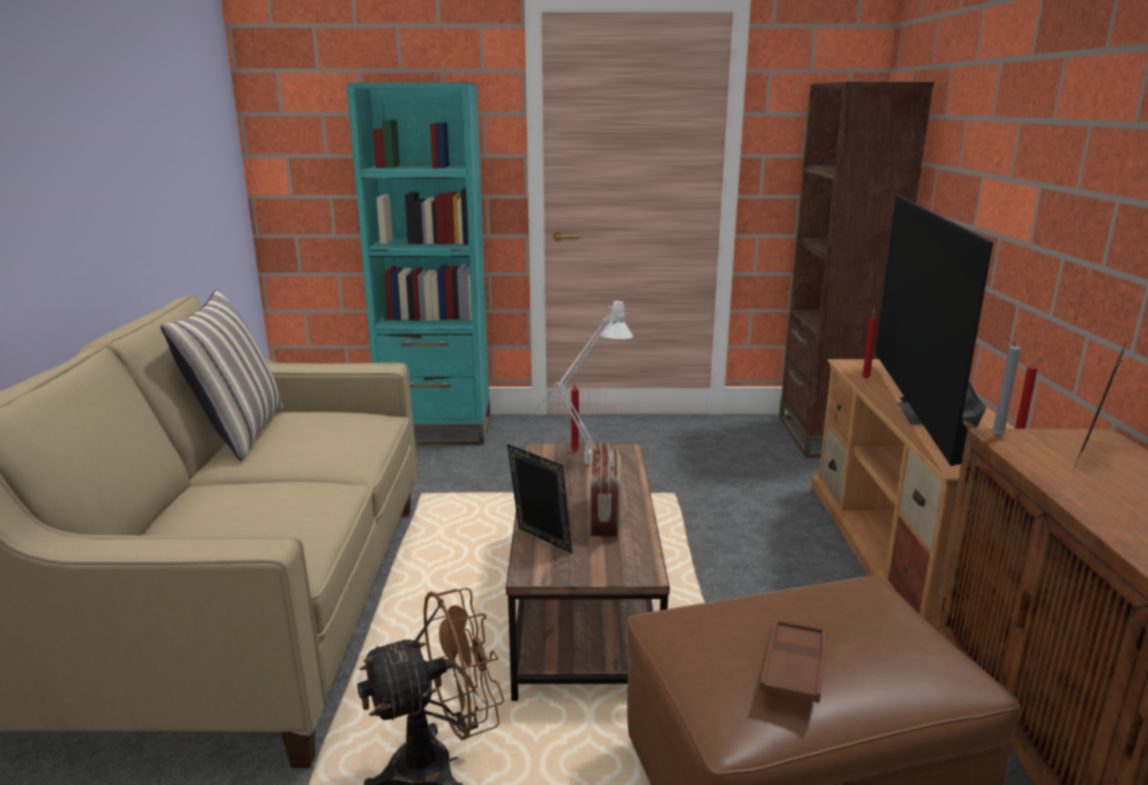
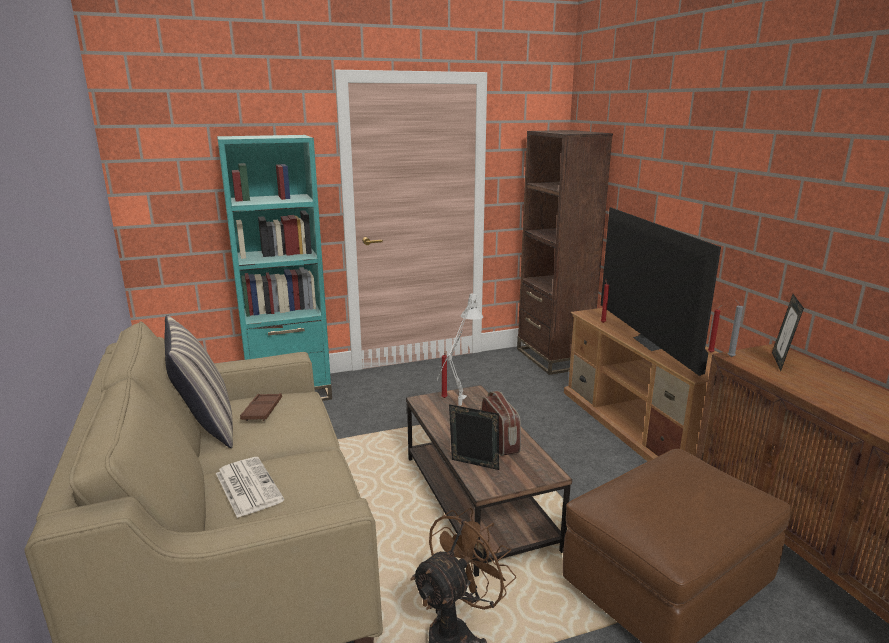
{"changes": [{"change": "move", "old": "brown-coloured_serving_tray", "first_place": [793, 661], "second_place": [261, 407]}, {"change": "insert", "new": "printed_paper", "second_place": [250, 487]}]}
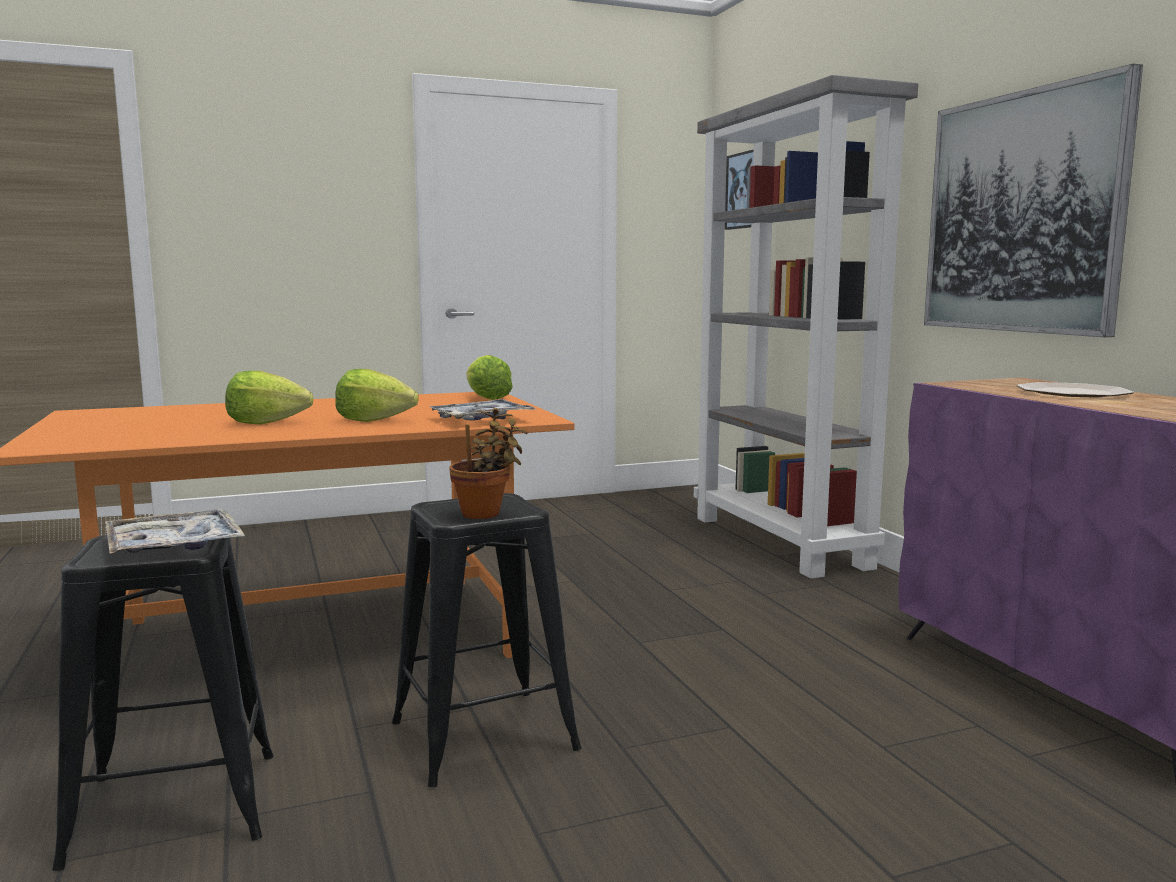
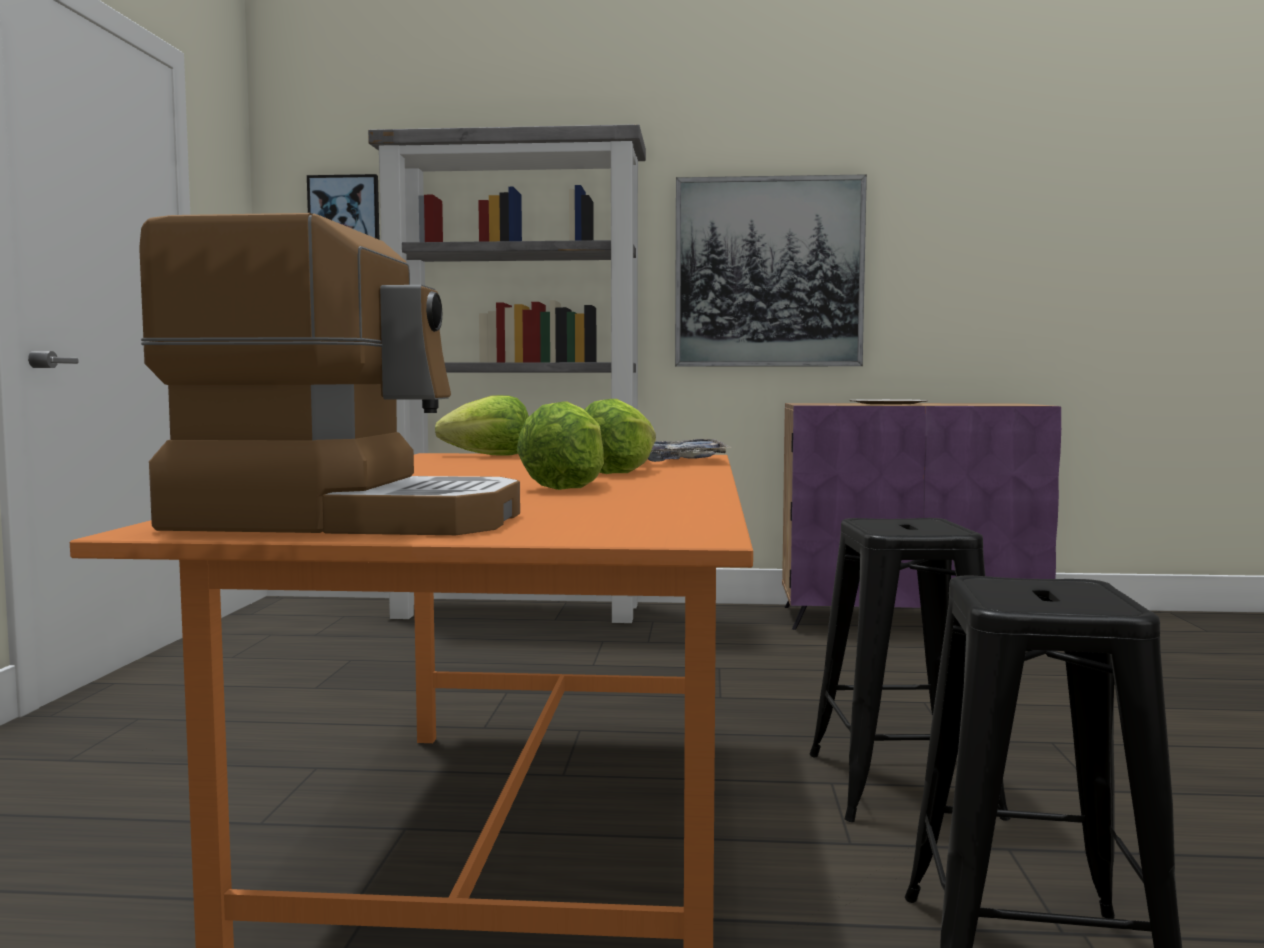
{"changes": [{"change": "delete", "old": "serving_tray", "first_place": [175, 531]}, {"change": "delete", "old": "plant_in_a_pot", "first_place": [488, 463]}, {"change": "insert", "new": "coffee_machine", "second_place": [329, 374]}]}
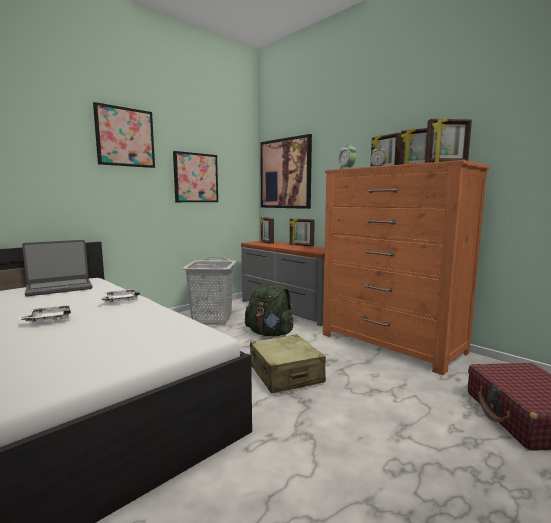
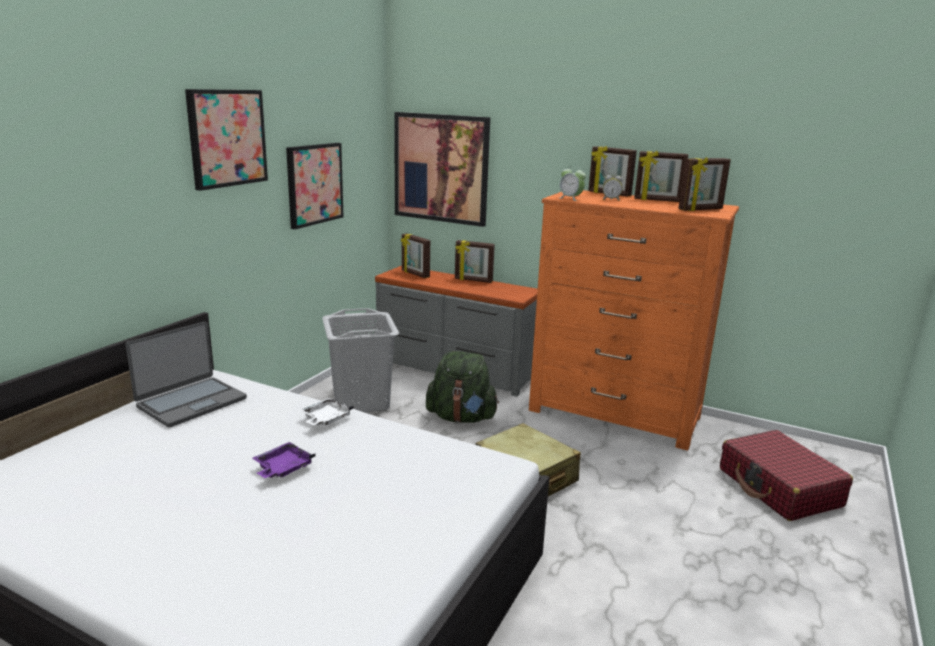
{"changes": [{"change": "recolor", "old": "white-coloured_serving_tray", "new": "purple-coloured_serving_tray", "first_place": [44, 314], "second_place": [283, 460]}]}
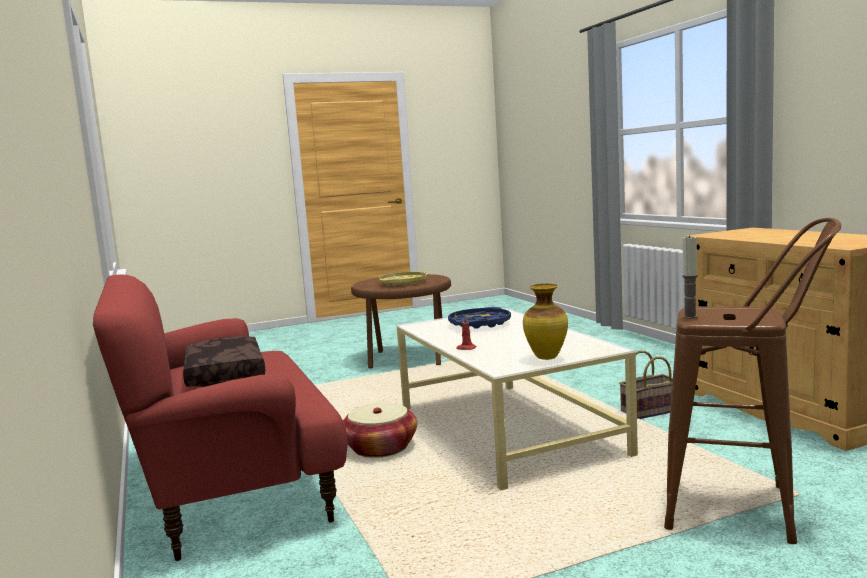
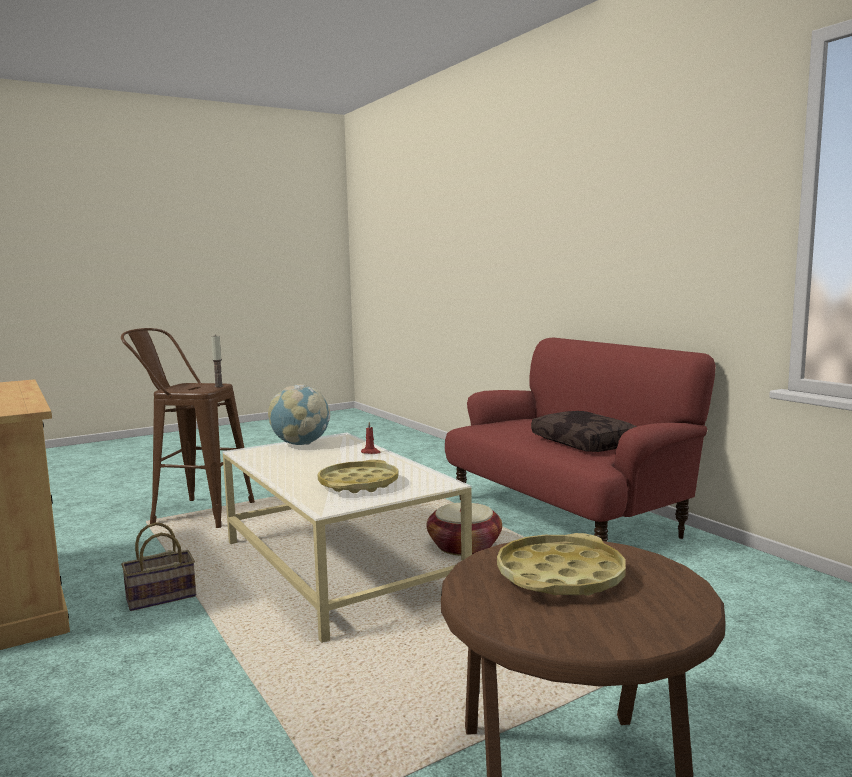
{"changes": [{"change": "recolor", "old": "blue-coloured_serving_tray", "new": "yellow-coloured_serving_tray", "first_place": [479, 318], "second_place": [358, 476]}, {"change": "replace", "old": "vase", "new": "globe", "first_place": [545, 322], "second_place": [299, 414]}]}
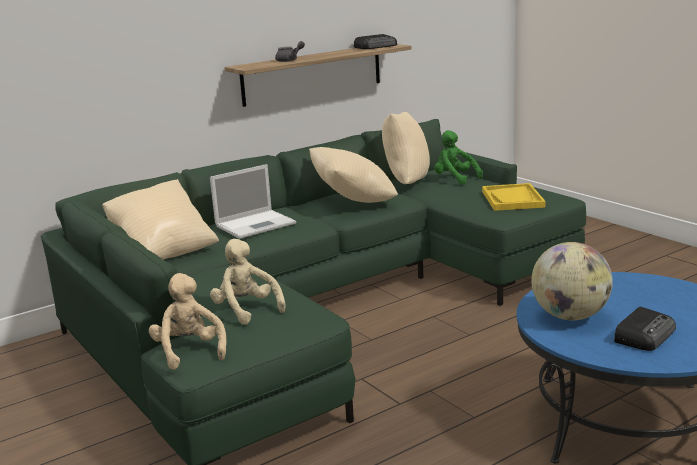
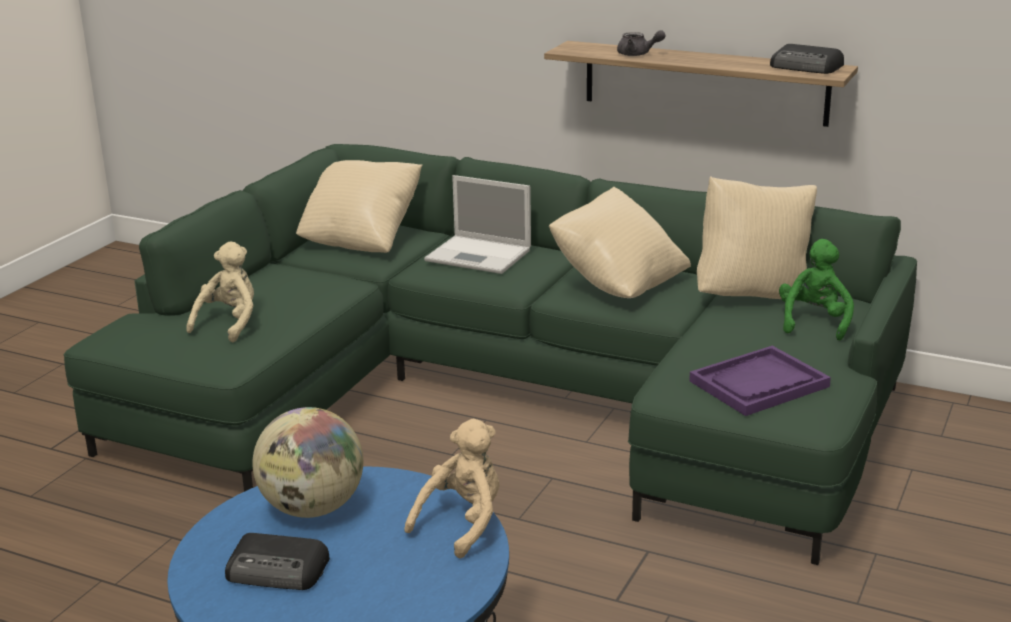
{"changes": [{"change": "move", "old": "beige-coloured_plush_toy", "first_place": [188, 321], "second_place": [451, 488]}, {"change": "recolor", "old": "yellow-coloured_serving_tray", "new": "purple-coloured_serving_tray", "first_place": [514, 197], "second_place": [760, 381]}]}
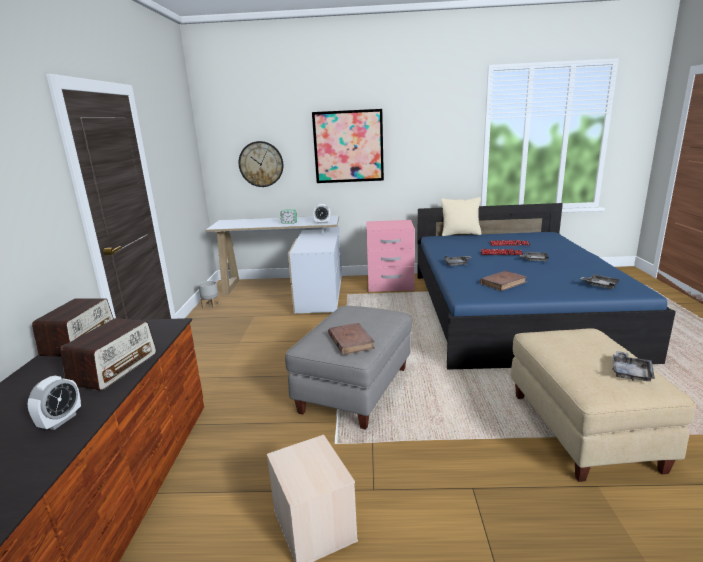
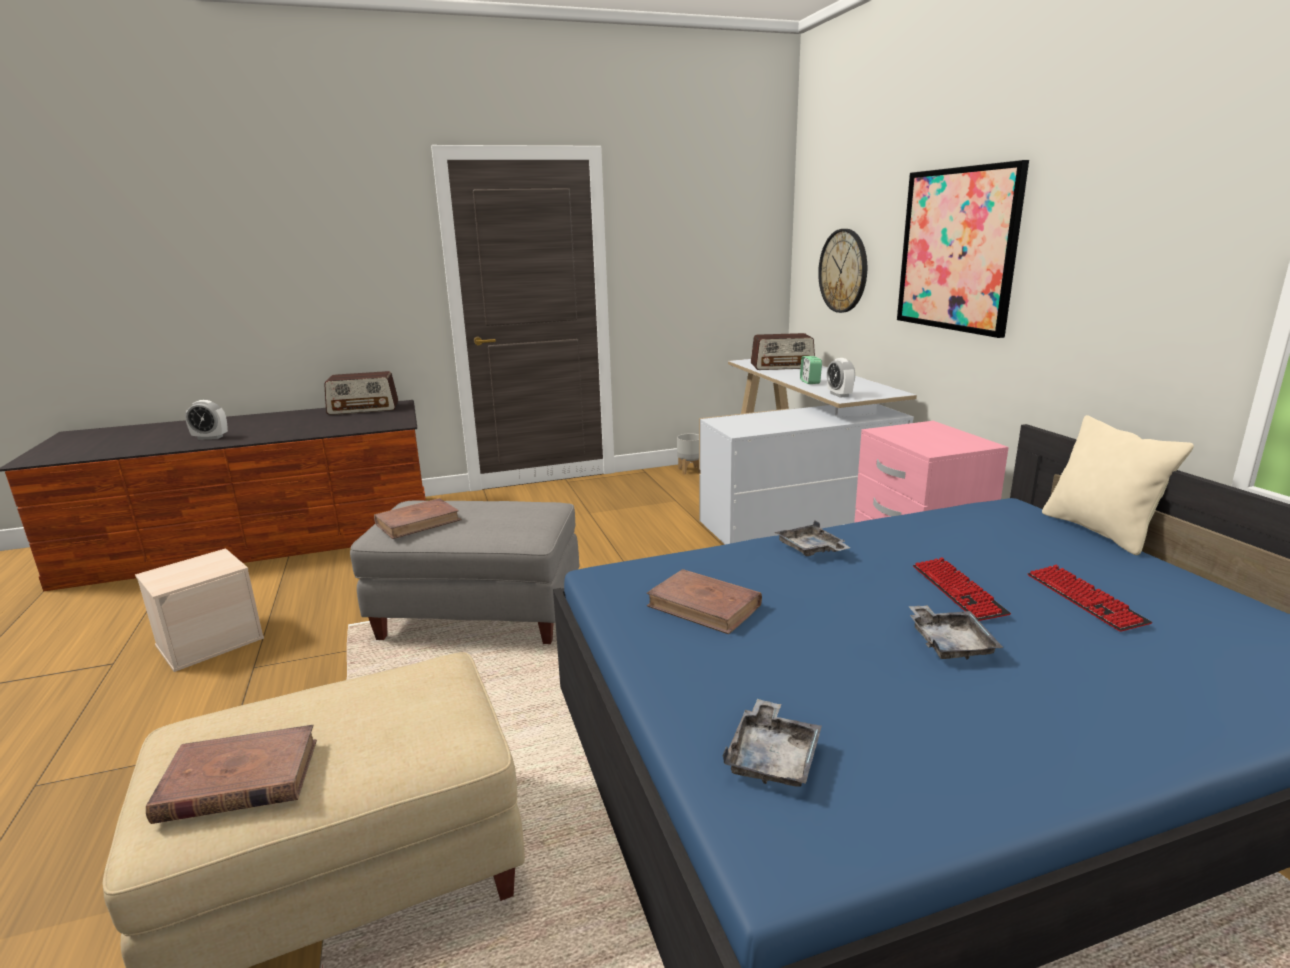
{"changes": [{"change": "move", "old": "radio_set", "first_place": [108, 354], "second_place": [783, 351]}, {"change": "replace", "old": "greyish_serving_tray", "new": "brown-coloured_bound_book", "first_place": [633, 366], "second_place": [231, 774]}]}
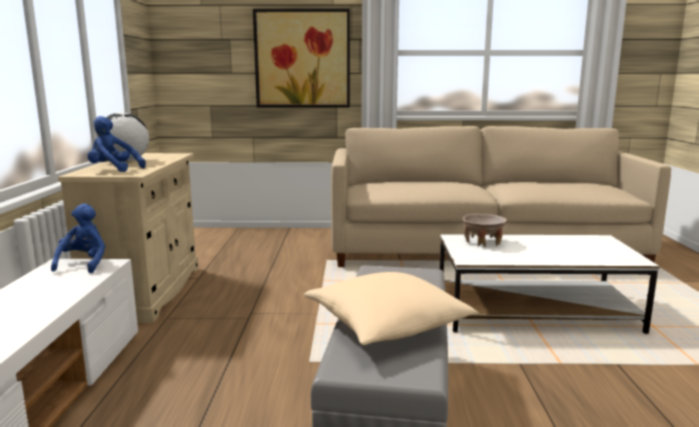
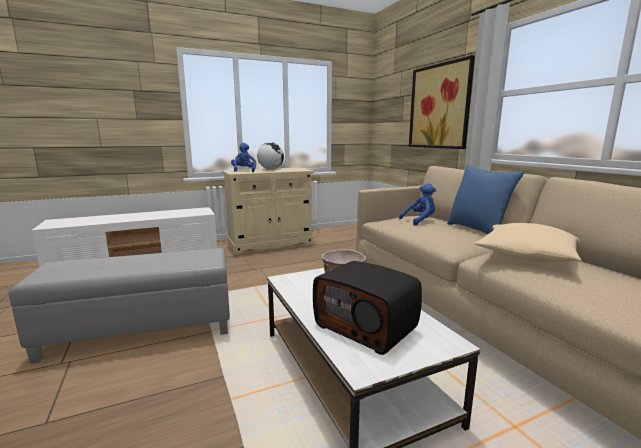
{"changes": [{"change": "move", "old": "blue-coloured_plush_toy", "first_place": [78, 238], "second_place": [417, 204]}, {"change": "move", "old": "beige-coloured_cushion", "first_place": [391, 308], "second_place": [528, 242]}, {"change": "insert", "new": "radio_set", "second_place": [367, 308]}, {"change": "insert", "new": "blue-coloured_cushion", "second_place": [485, 199]}]}
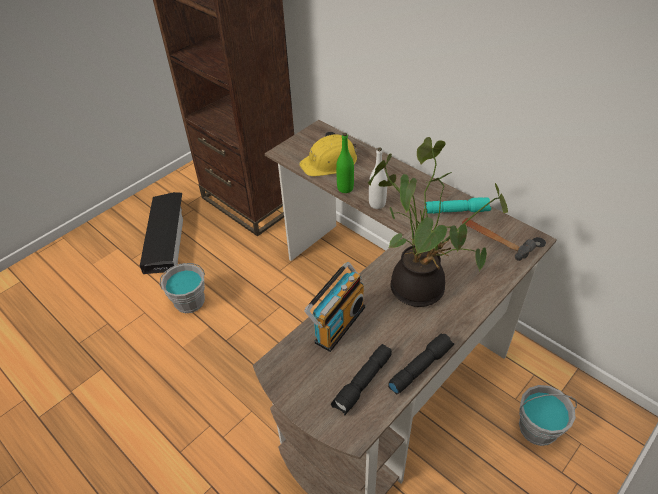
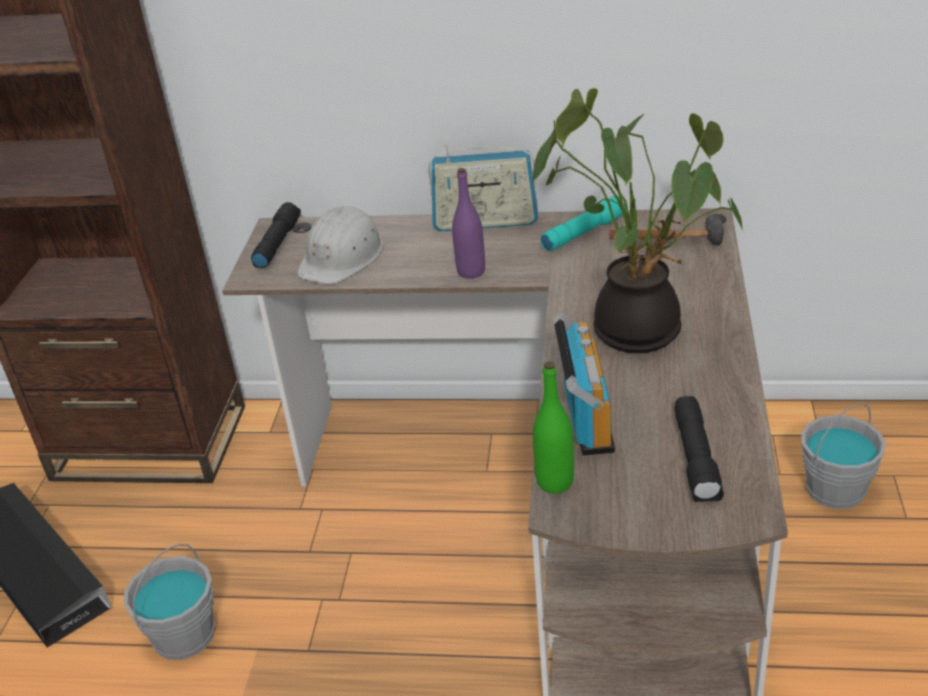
{"changes": [{"change": "recolor", "old": "yellow-coloured_safety_helmet", "new": "white-coloured_safety_helmet", "first_place": [328, 155], "second_place": [340, 245]}, {"change": "move", "old": "greenish_drink_bottle", "first_place": [345, 163], "second_place": [553, 427]}, {"change": "recolor", "old": "white-coloured_drink_bottle", "new": "purple-coloured_drink_bottle", "first_place": [378, 178], "second_place": [468, 223]}, {"change": "move", "old": "blackish_flashlight", "first_place": [421, 364], "second_place": [276, 235]}, {"change": "insert", "new": "radio_set", "second_place": [483, 187]}]}
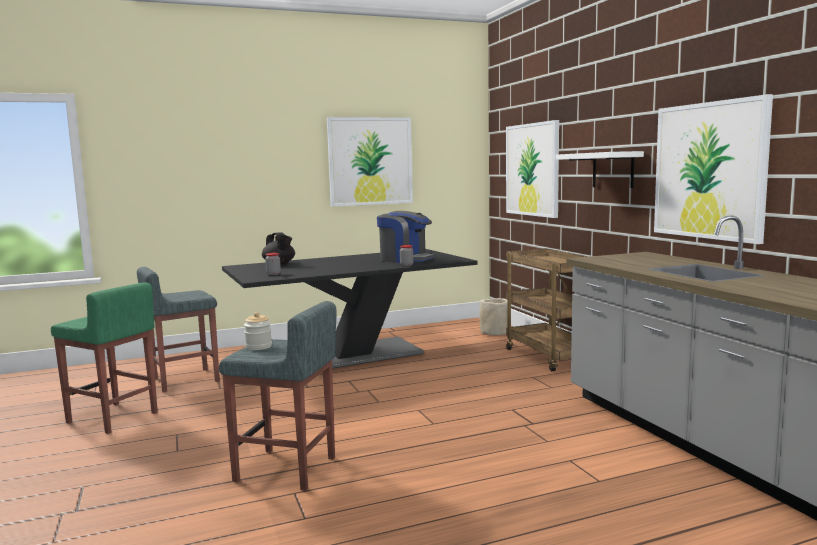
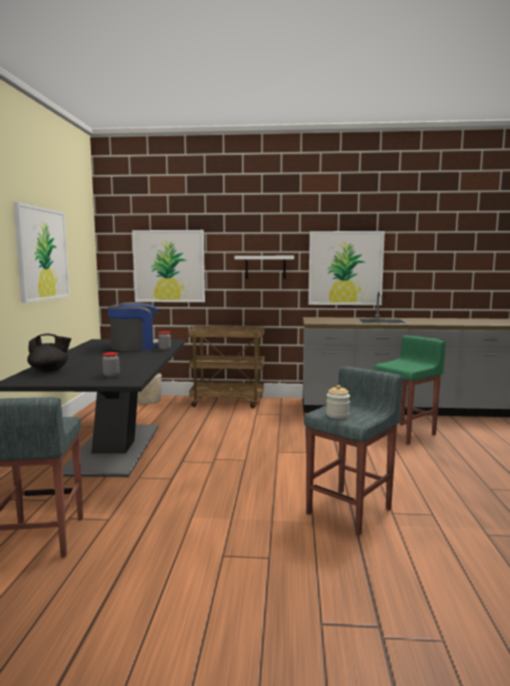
{"changes": [{"change": "move", "old": "greenish_sitting_stool", "first_place": [104, 358], "second_place": [410, 390]}]}
